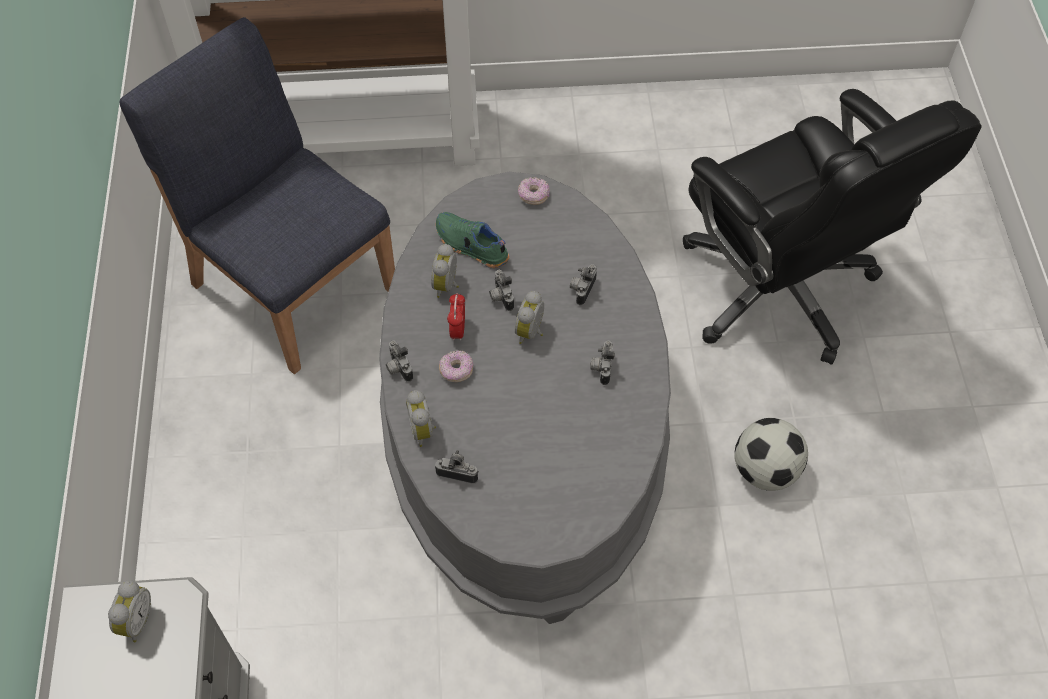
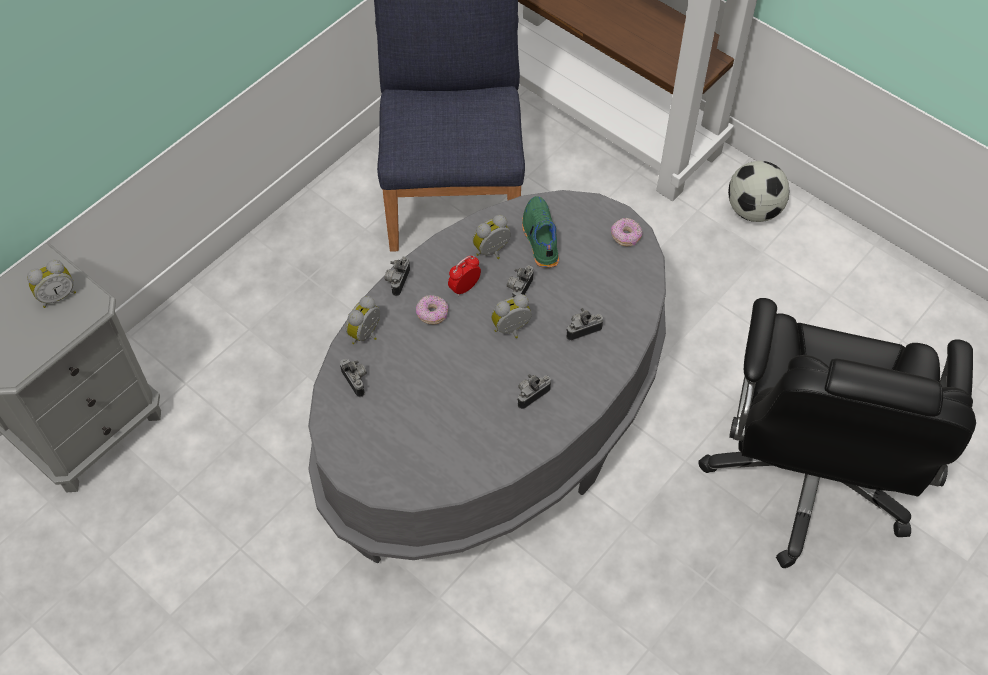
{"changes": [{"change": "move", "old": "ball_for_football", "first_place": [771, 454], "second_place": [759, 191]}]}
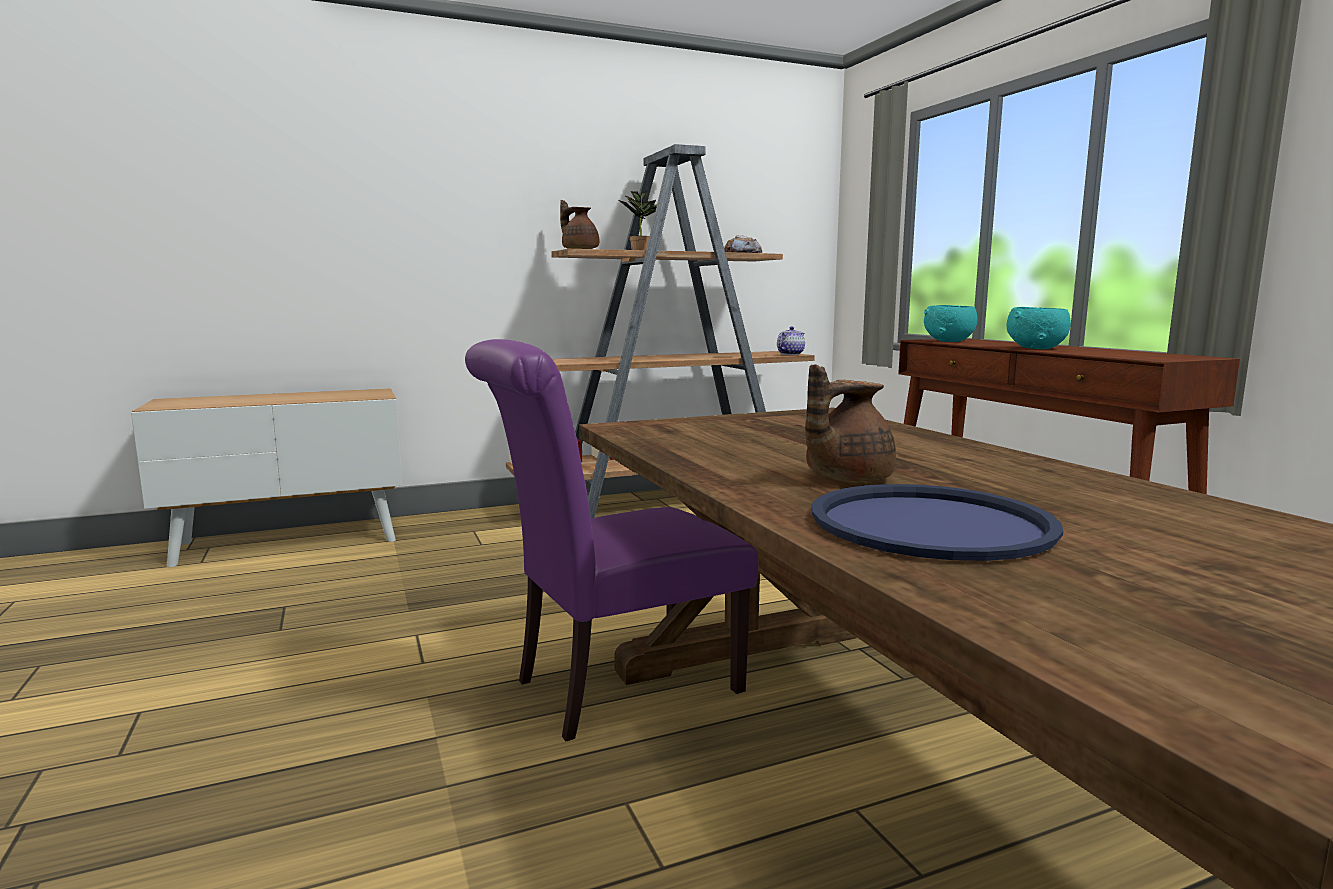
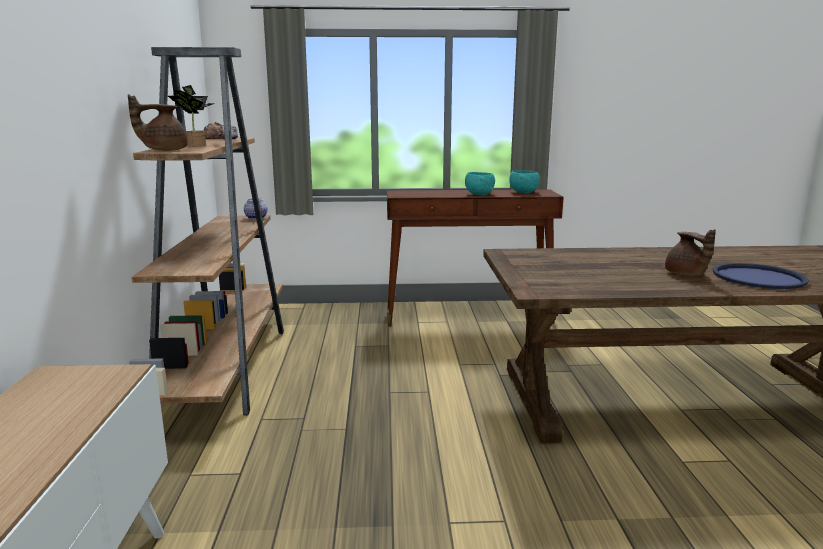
{"changes": [{"change": "delete", "old": "purple-coloured_upright_chair", "first_place": [611, 540]}, {"change": "move", "old": "turquoise_serving_bowl", "first_place": [950, 323], "second_place": [524, 181]}]}
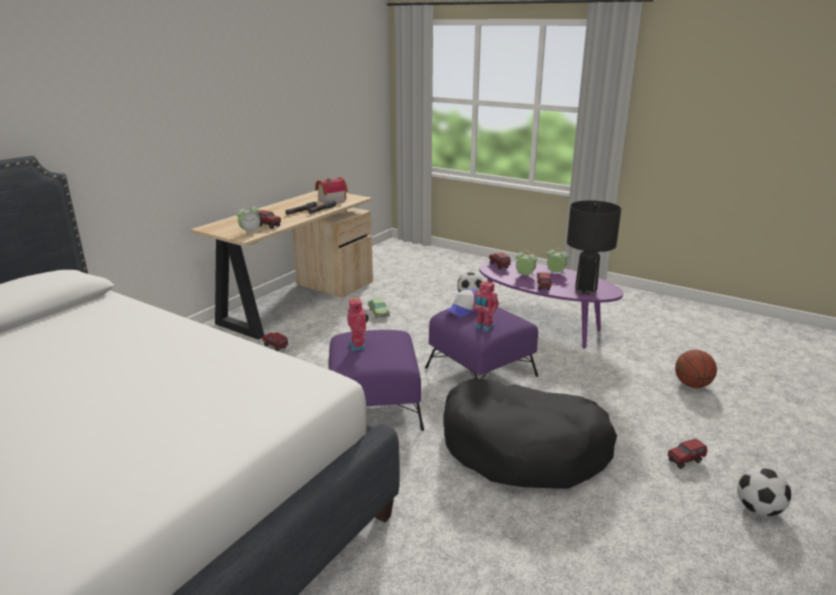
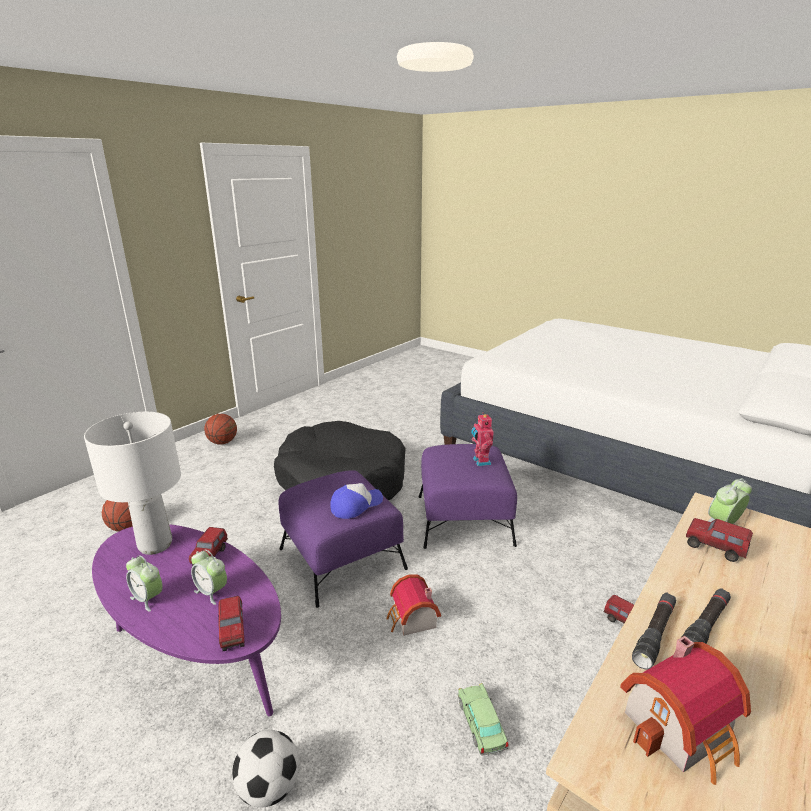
{"changes": [{"change": "delete", "old": "toy_robot", "first_place": [485, 305]}, {"change": "recolor", "old": "blackish_table_lamp", "new": "white-coloured_table_lamp", "first_place": [594, 247], "second_place": [132, 483]}, {"change": "delete", "old": "model_truck", "first_place": [687, 454]}, {"change": "replace", "old": "ball_for_football", "new": "ball_for_basketball", "first_place": [764, 491], "second_place": [220, 429]}, {"change": "insert", "new": "miniature_house", "second_place": [414, 605]}]}
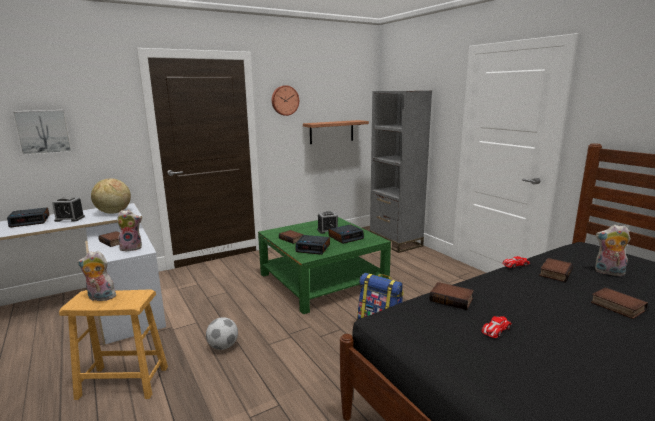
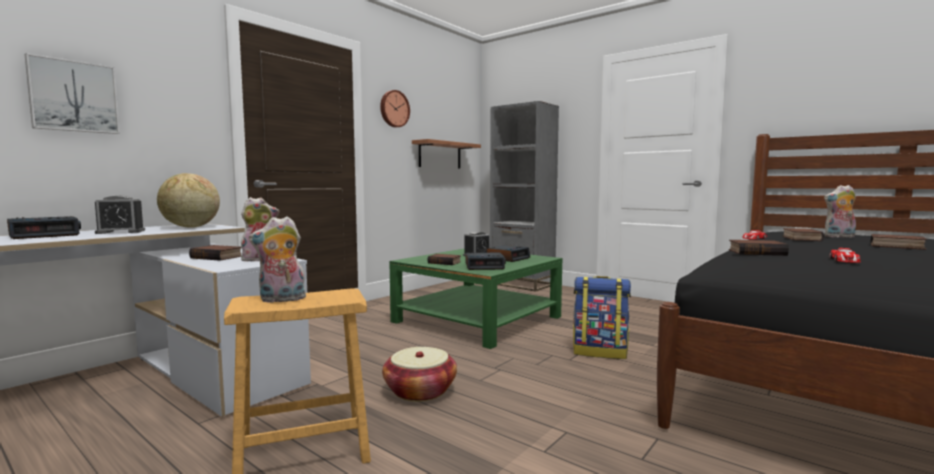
{"changes": [{"change": "replace", "old": "ball_for_football", "new": "basket", "first_place": [222, 333], "second_place": [419, 374]}]}
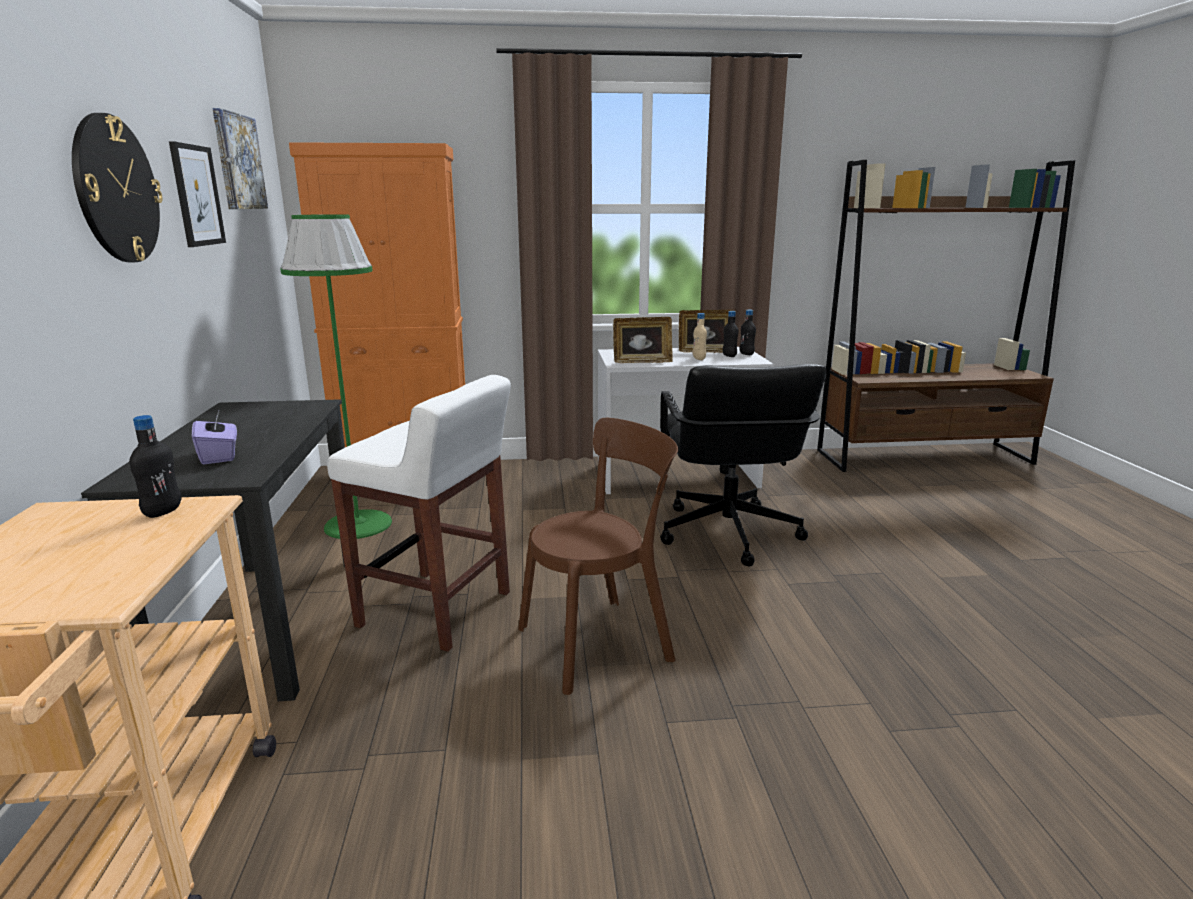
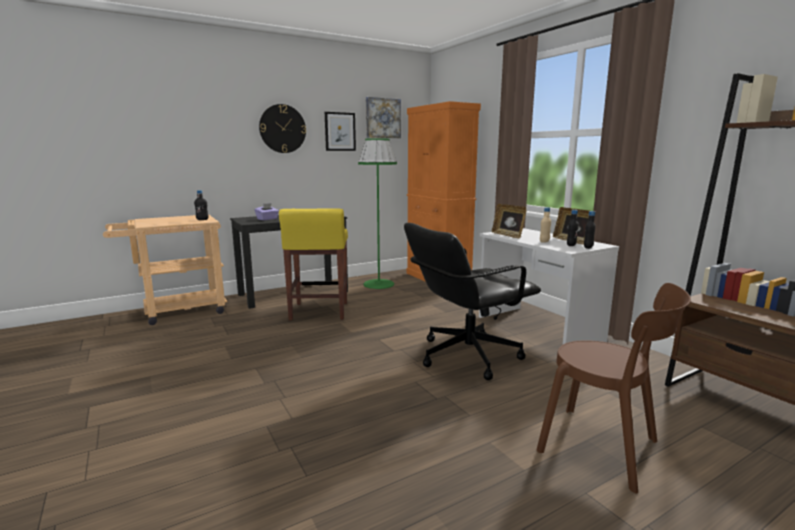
{"changes": [{"change": "recolor", "old": "white-coloured_sitting_stool", "new": "yellow-coloured_sitting_stool", "first_place": [419, 513], "second_place": [313, 264]}, {"change": "move", "old": "brown-coloured_upright_chair", "first_place": [598, 556], "second_place": [613, 388]}]}
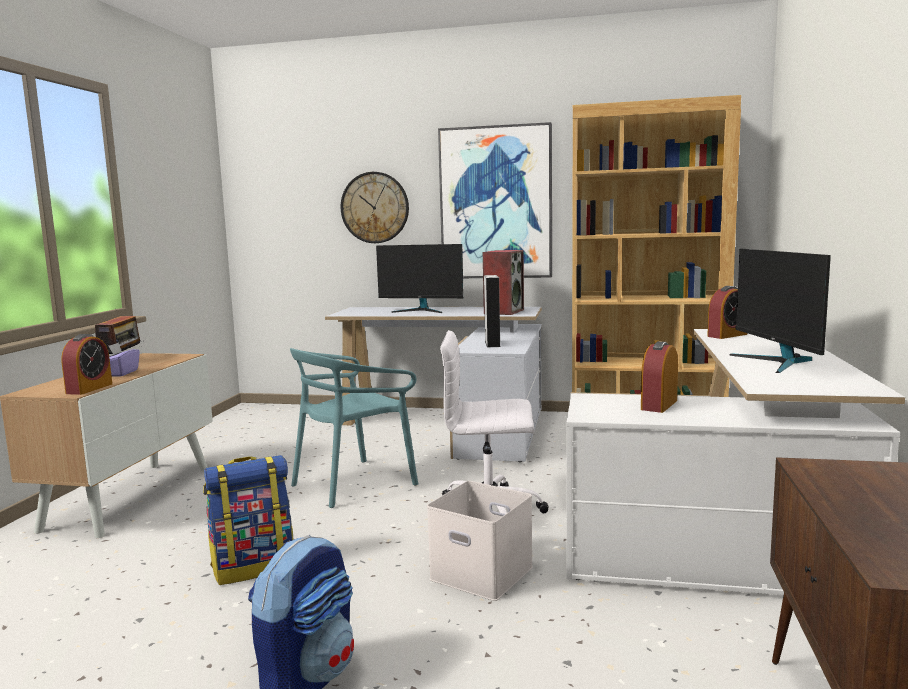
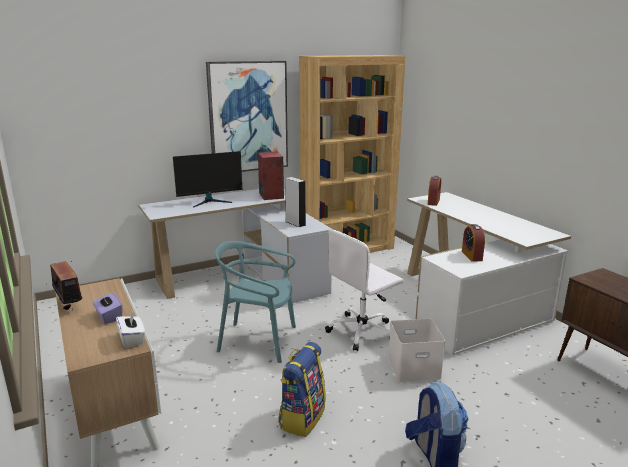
{"changes": [{"change": "replace", "old": "table_clock", "new": "white-coloured_box_of_tissues", "first_place": [86, 364], "second_place": [130, 330]}, {"change": "rotate", "old": "turquoise_upright_chair", "first_place": [354, 428], "second_place": [255, 302], "degrees": 90}, {"change": "delete", "old": "clock_on_the_wall", "first_place": [374, 207]}, {"change": "delete", "old": "computer_display", "first_place": [780, 311]}]}
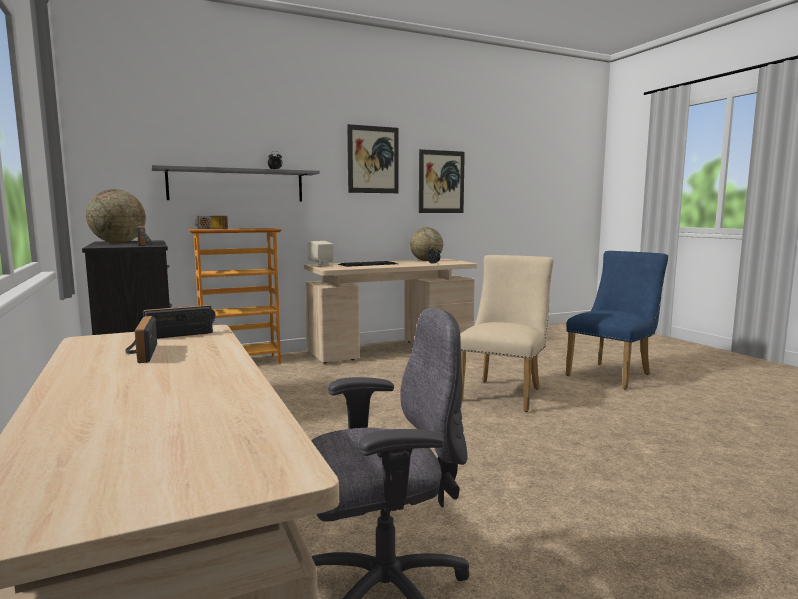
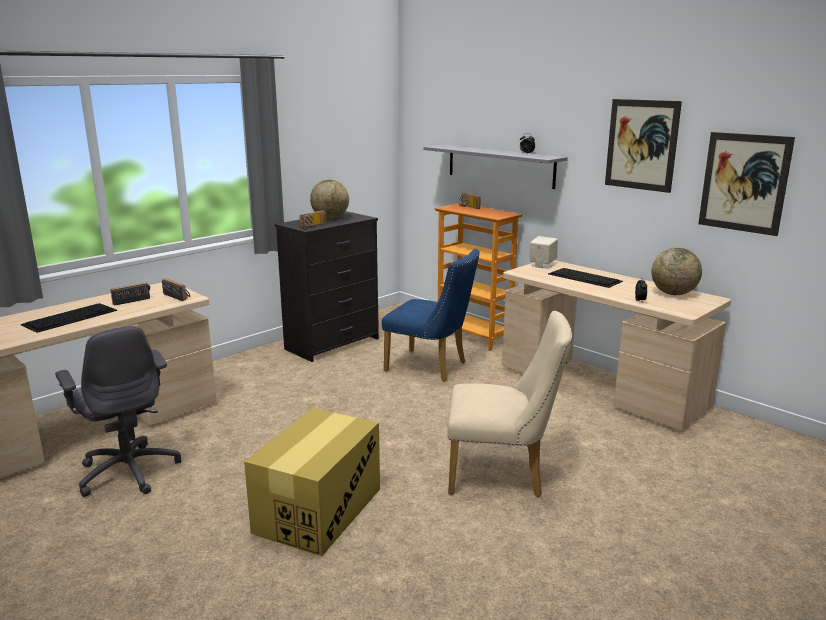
{"changes": [{"change": "move", "old": "blue-coloured_upright_chair", "first_place": [617, 320], "second_place": [431, 315]}, {"change": "insert", "new": "computer_keyboard", "second_place": [69, 318]}, {"change": "insert", "new": "cardboard_box", "second_place": [312, 482]}]}
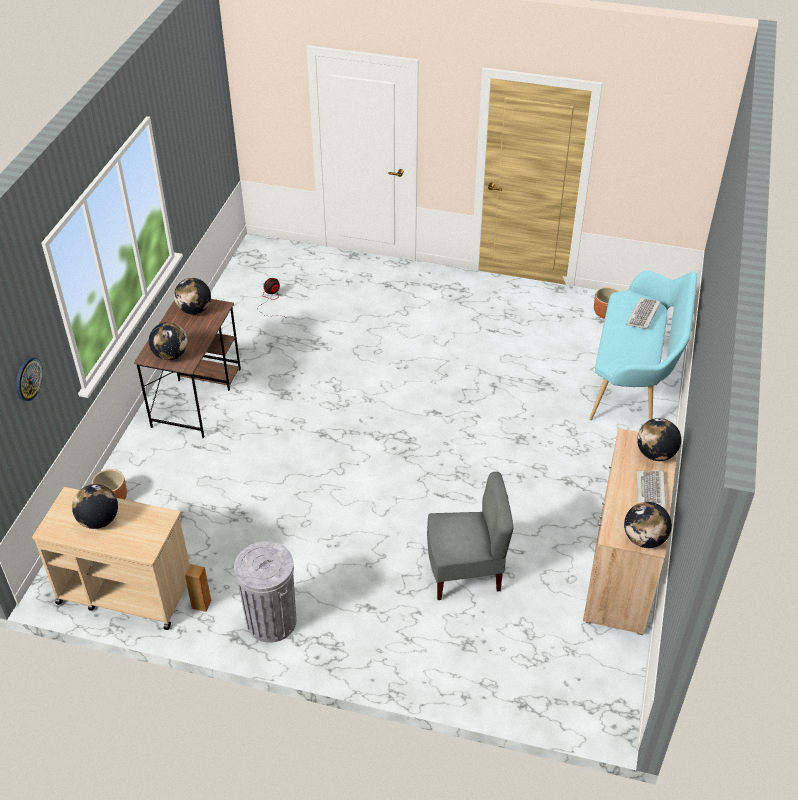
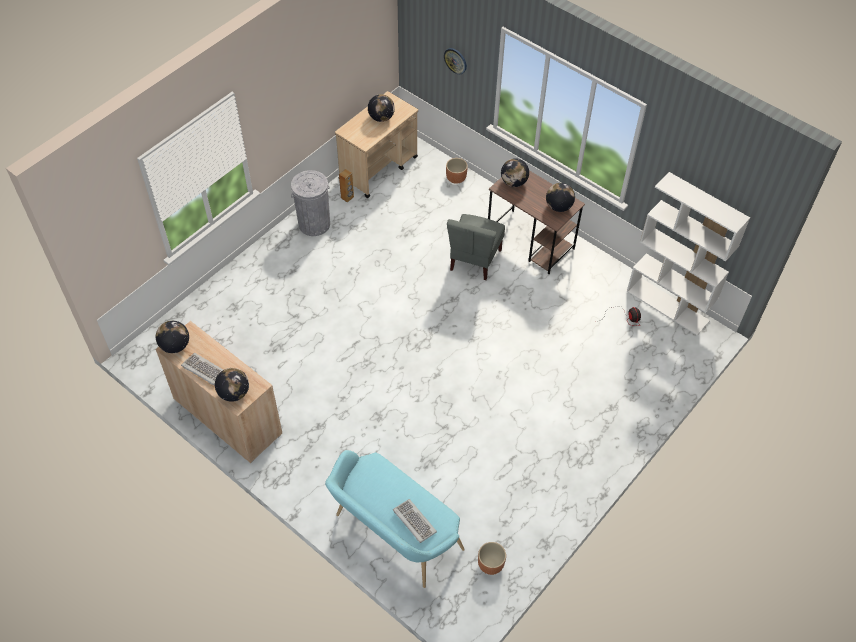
{"changes": [{"change": "move", "old": "greyish_upright_chair", "first_place": [470, 536], "second_place": [476, 247]}, {"change": "insert", "new": "white-coloured_bookcase", "second_place": [688, 253]}]}
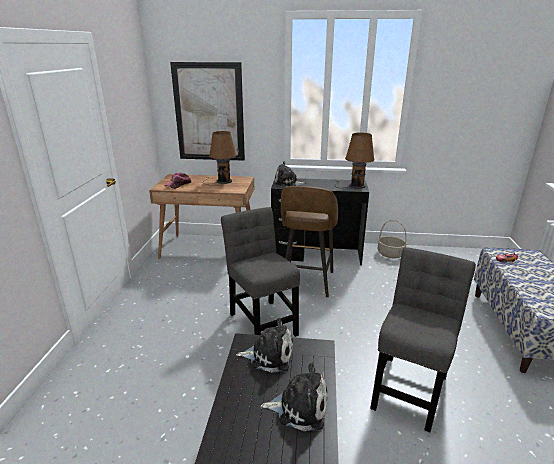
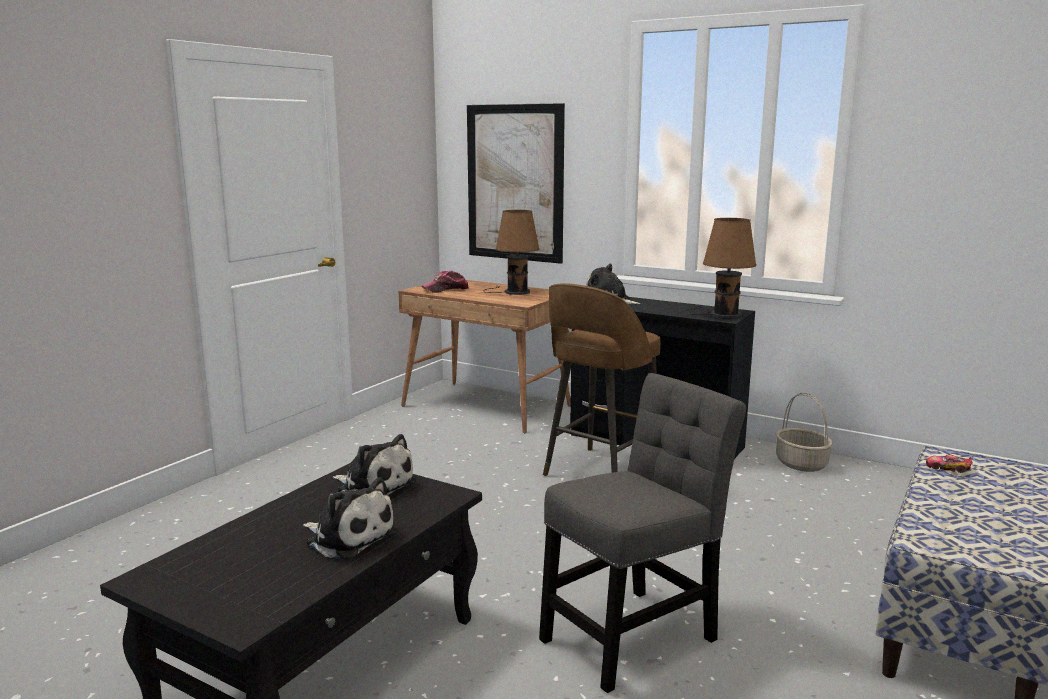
{"changes": [{"change": "delete", "old": "greyish_upright_chair", "first_place": [260, 272]}]}
